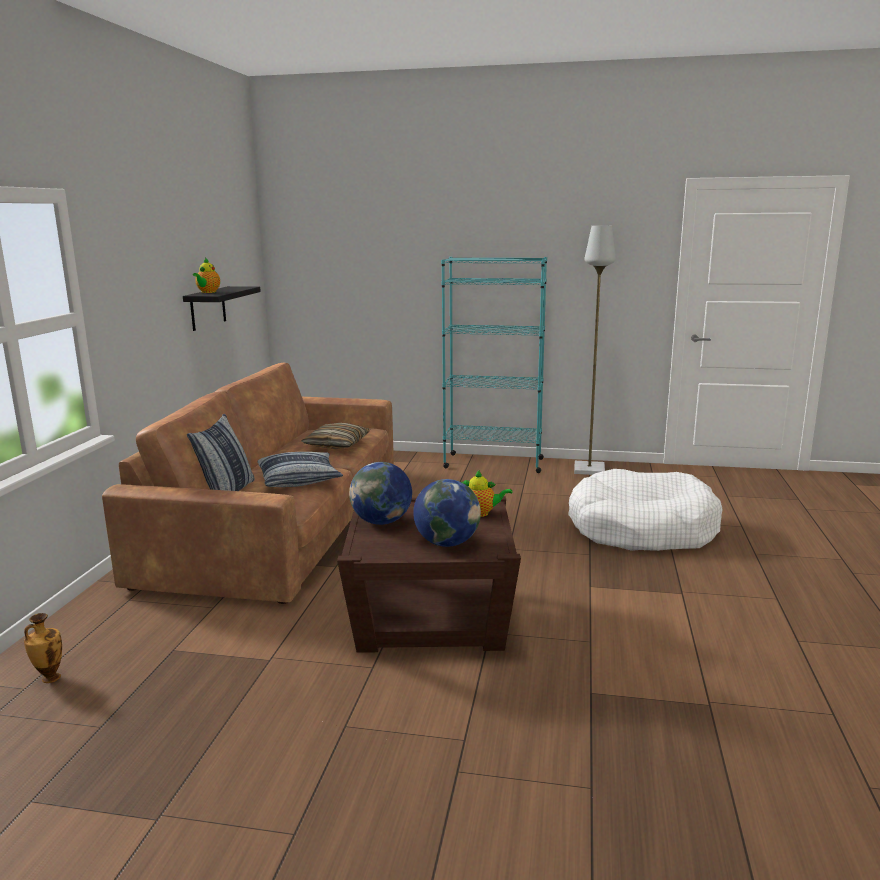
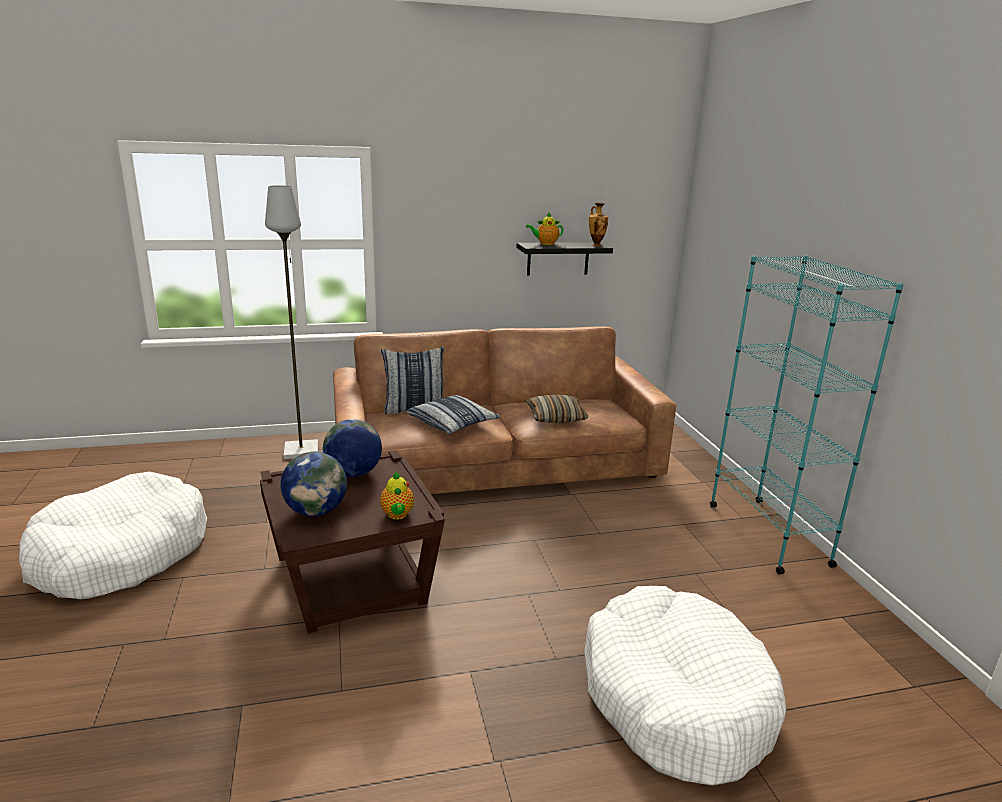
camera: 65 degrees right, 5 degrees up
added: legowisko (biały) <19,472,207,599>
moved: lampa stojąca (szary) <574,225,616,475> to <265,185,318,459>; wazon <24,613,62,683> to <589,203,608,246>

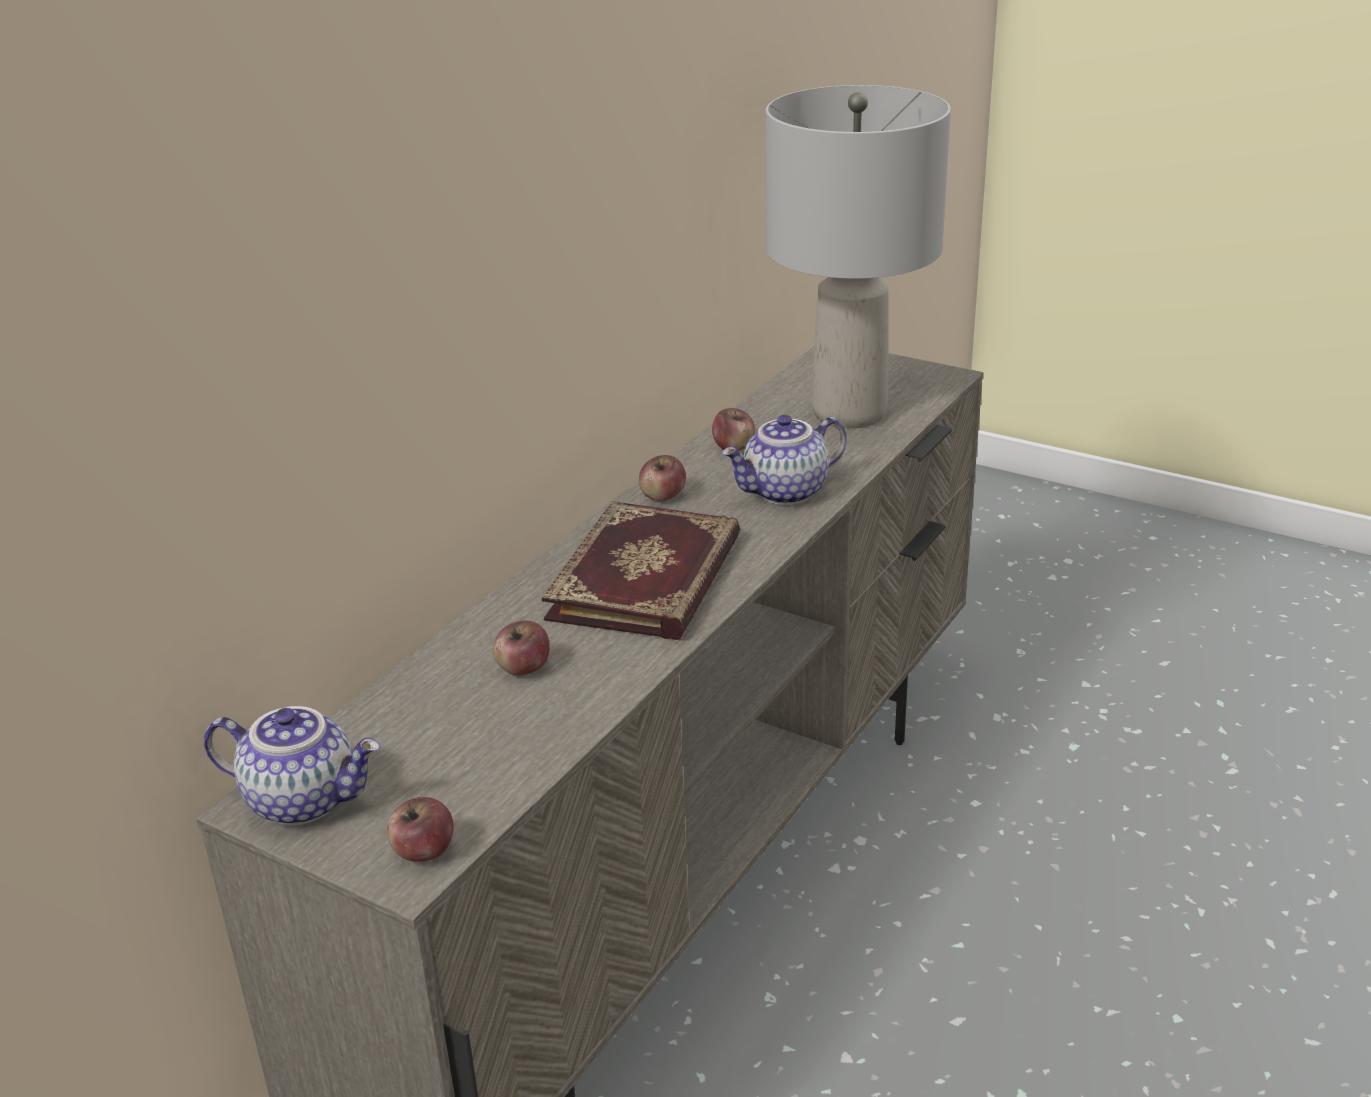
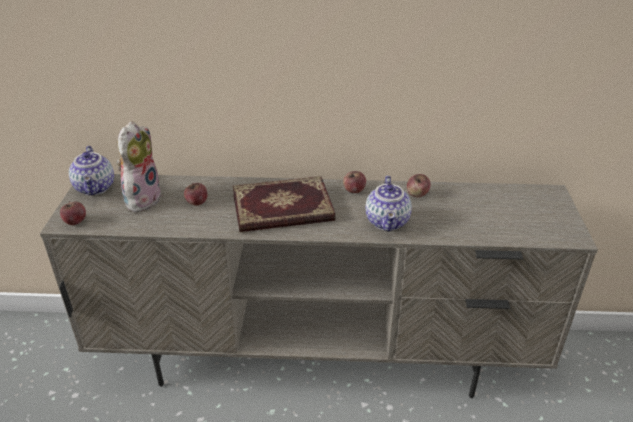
camera: 60 degrees right, 5 degrees up
removed: lampa stołowa (szary) <766,85,951,429>
added: pluszak <116,121,163,212>
turned: imbryk <722,415,847,505> = <366,176,412,232> 120 degrees counterclockwise

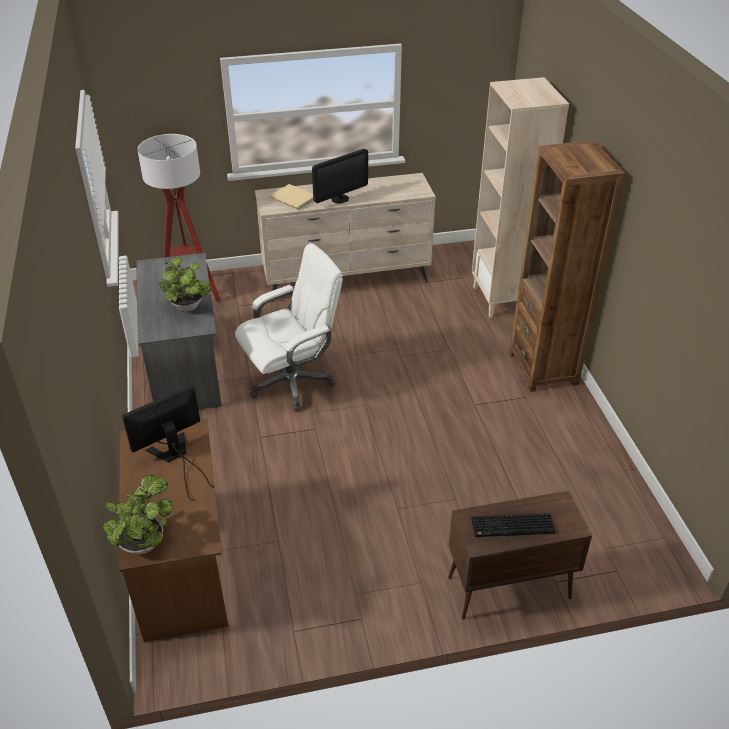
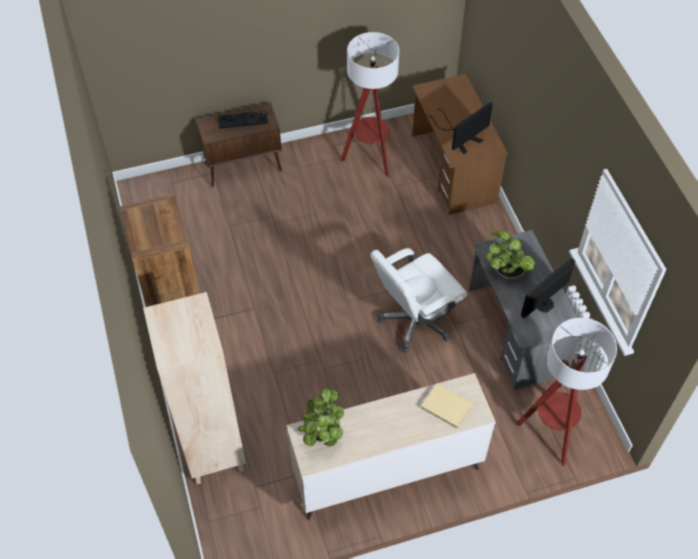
camera: 175 degrees right, 15 degrees up
added: lampa stojąca <341,32,399,177>
moved: monitor <312,149,368,204> to <521,258,575,318>; roślina doniczkowa <102,475,173,554> to <297,388,344,446>

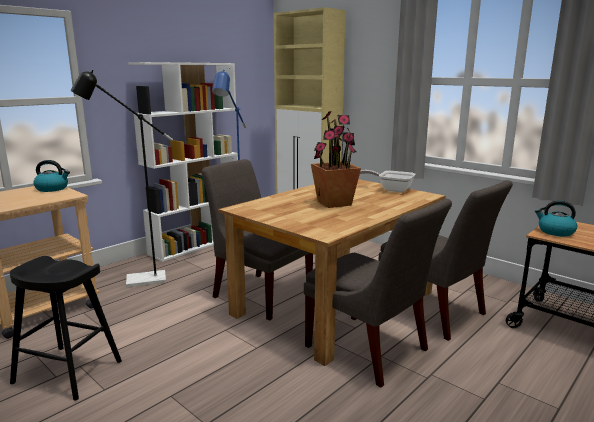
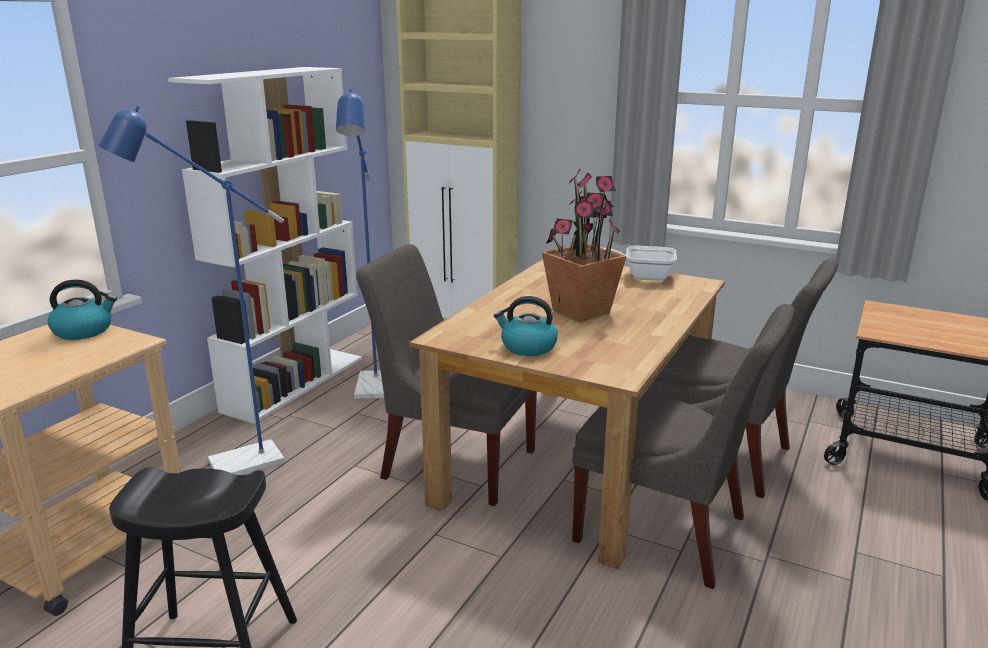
camera: 15 degrees left, 5 degrees up
moved: czajnik <535,201,577,236> to <494,296,558,356>
recoloured: lampa stojąca (czarny) <71,70,173,287> to lampa stojąca (niebieski) <99,106,285,475>

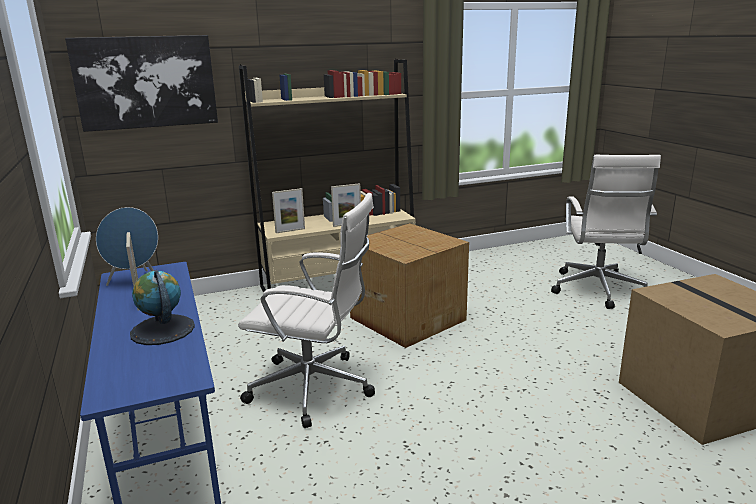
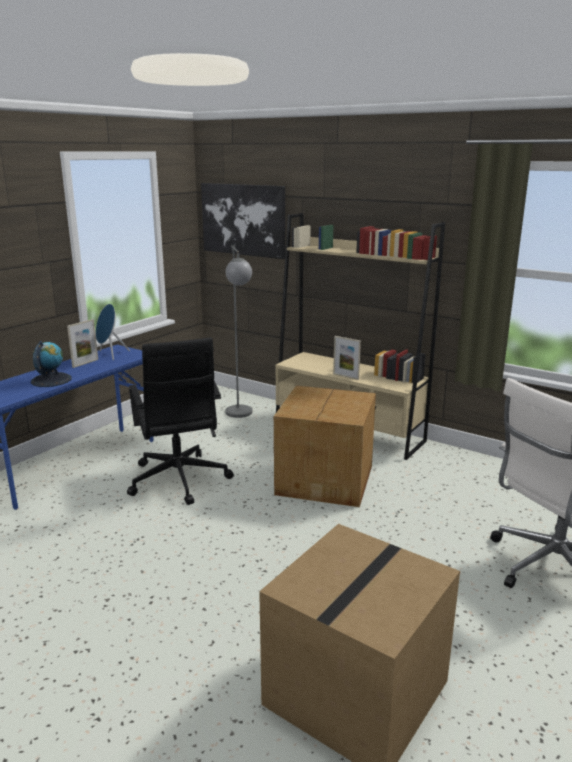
camera: 55 degrees right, 0 degrees up
removed: ramka na zdjęcie <272,188,305,233>
added: lampa stojąca (szary) <225,245,253,418>
recoloured: krzesło biurowe (biały) <238,193,375,428> to krzesło biurowe (czarny) <127,337,234,505>

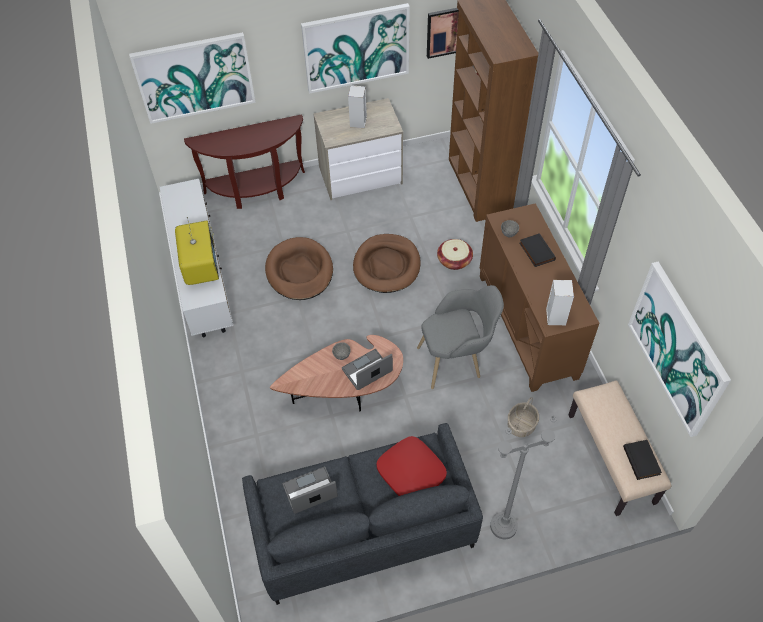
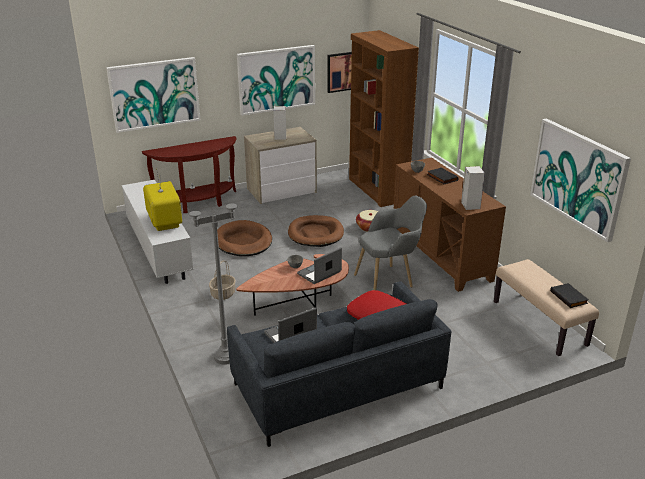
camera: 10 degrees left, 25 degrees down
moved: koszyk <508,397,539,437> to <209,260,236,300>; lampa stojąca (szary) <490,416,556,540> to <189,176,237,365>

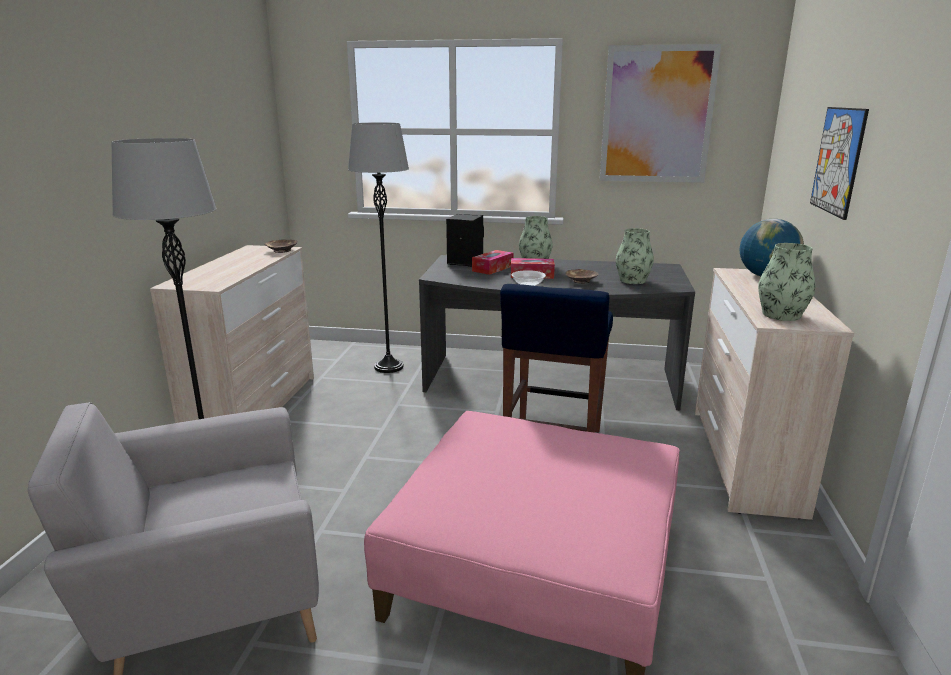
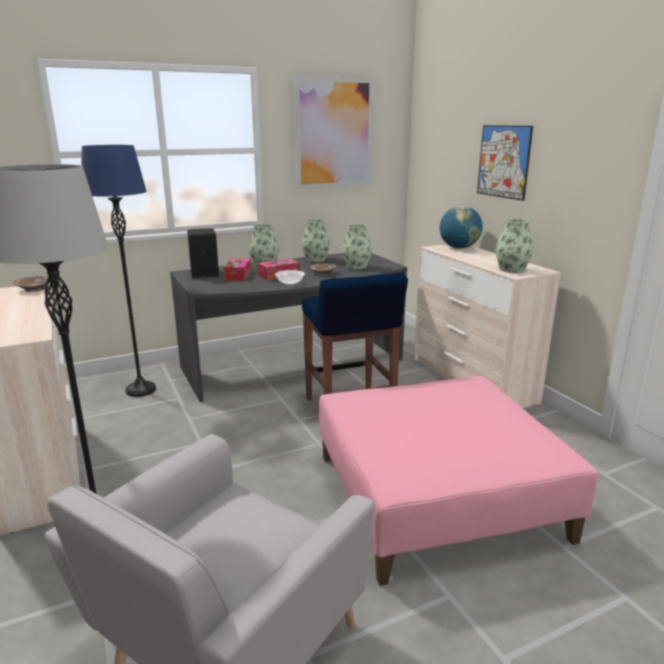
camera: 35 degrees left, 0 degrees up
added: wazon <302,219,330,262>
recoloured: lampa stojąca (szary) <348,123,409,373> to lampa stojąca (niebieski) <82,145,156,397>

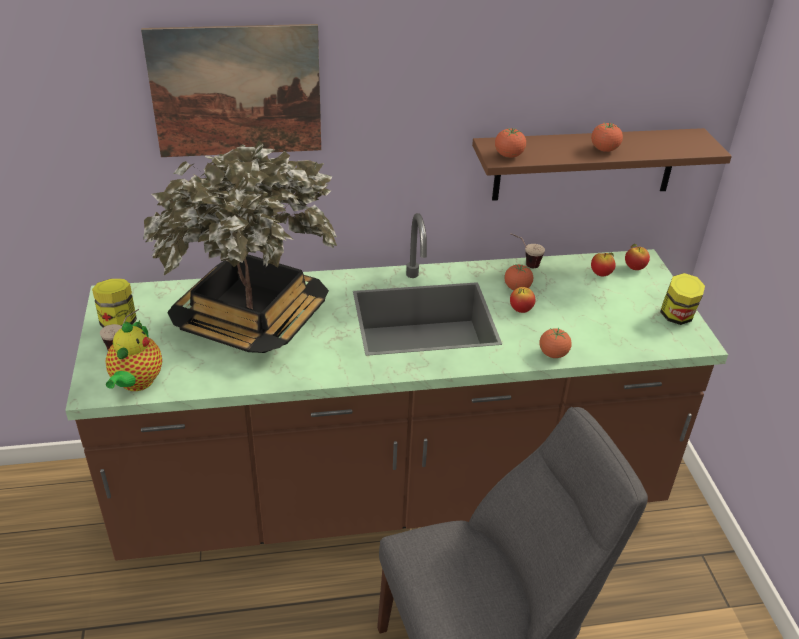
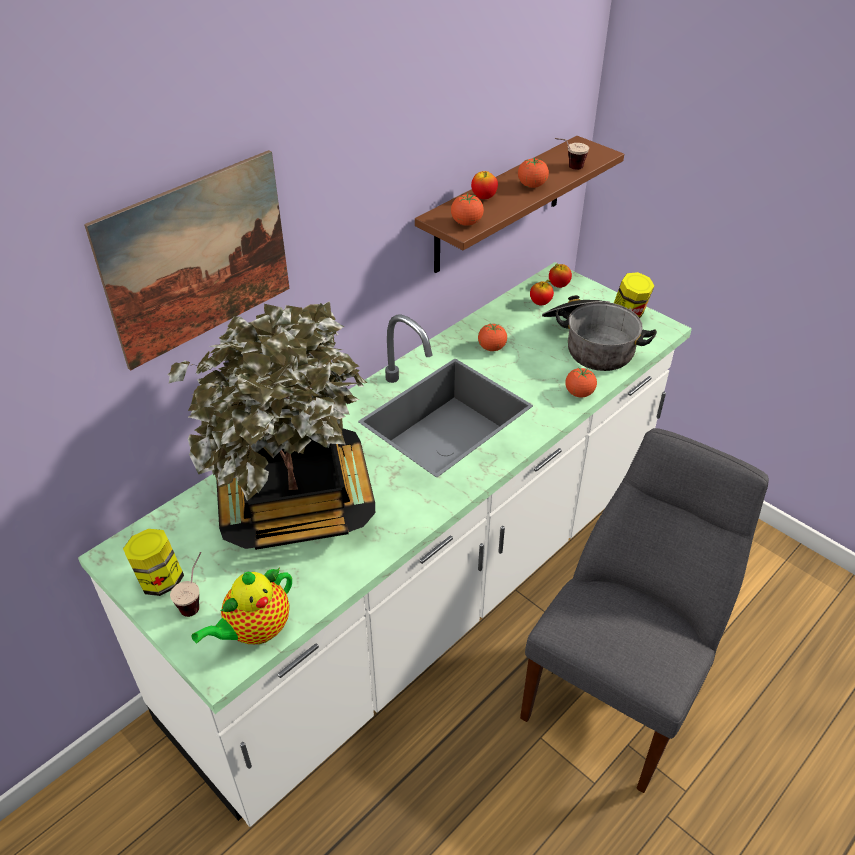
camera: 35 degrees left, 5 degrees up
added: garnek <542,295,657,371>
moved: filiżanka <511,233,545,268> to <555,138,589,170>; jabłko <510,287,535,313> to <471,171,498,199>
recoloured: zabudowa kuchenna (brązowy) <65,213,728,561> to zabudowa kuchenna (biały) <78,262,692,827>
turned: imbryk <106,320,162,391> = <191,567,292,644> 75 degrees clockwise

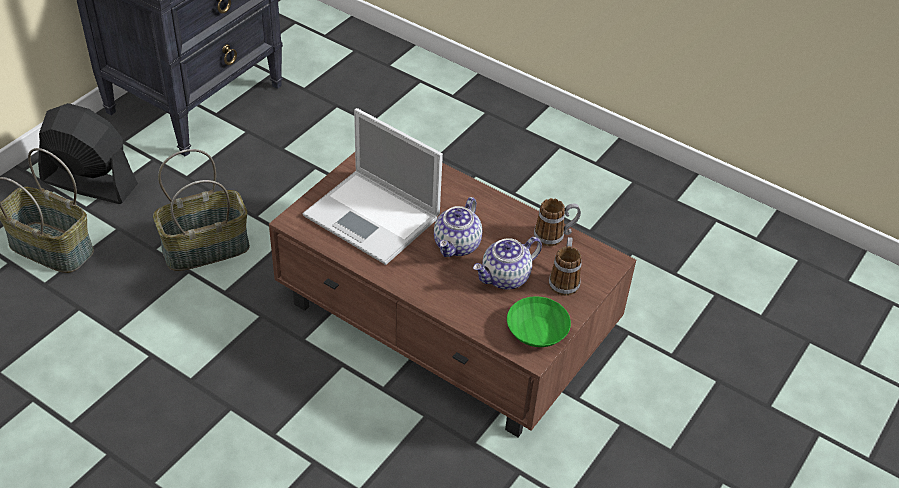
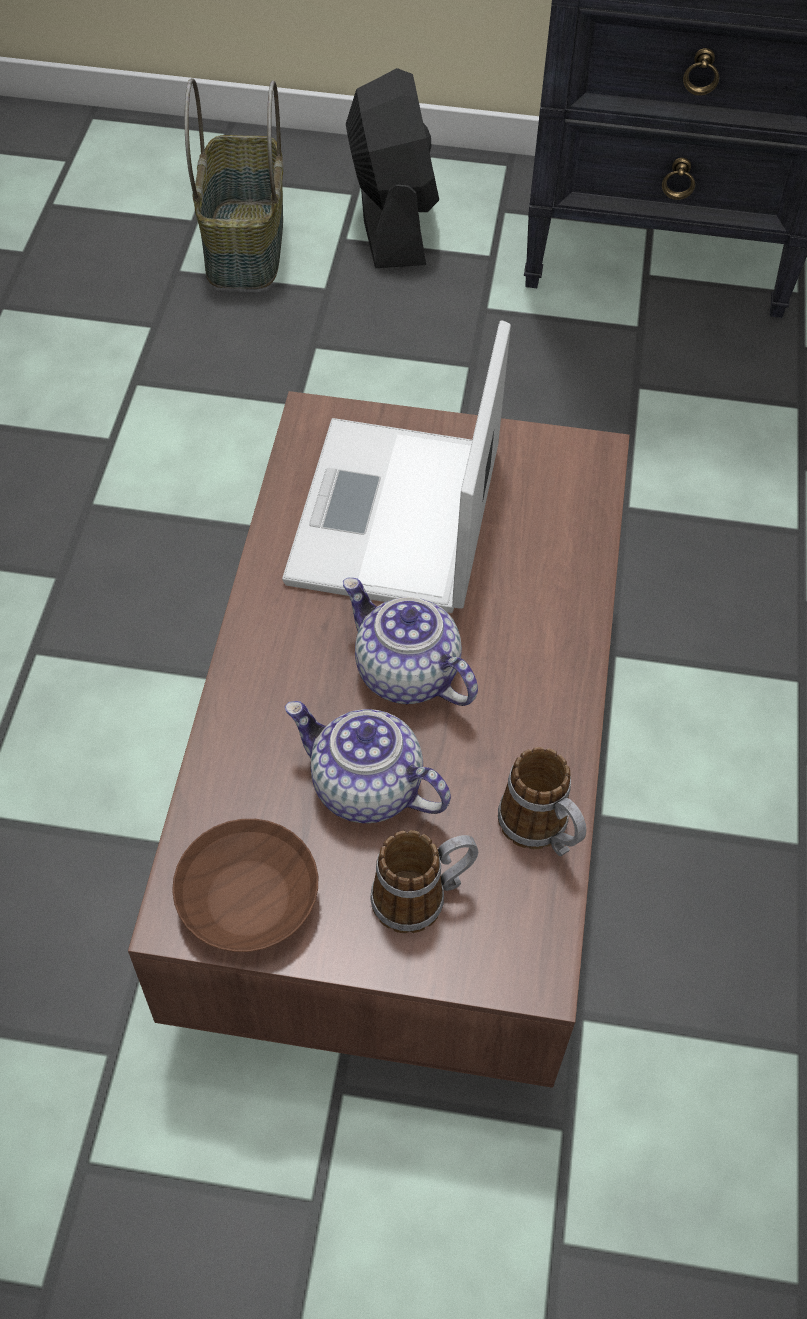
camera: 65 degrees right, 10 degrees up
removed: koszyk <153,149,250,271>
recoloured: miska (zielony) <507,296,571,347> to miska (brązowy) <172,819,318,952>
turned: imbryk <434,197,482,257> = <343,578,478,706> 45 degrees clockwise

